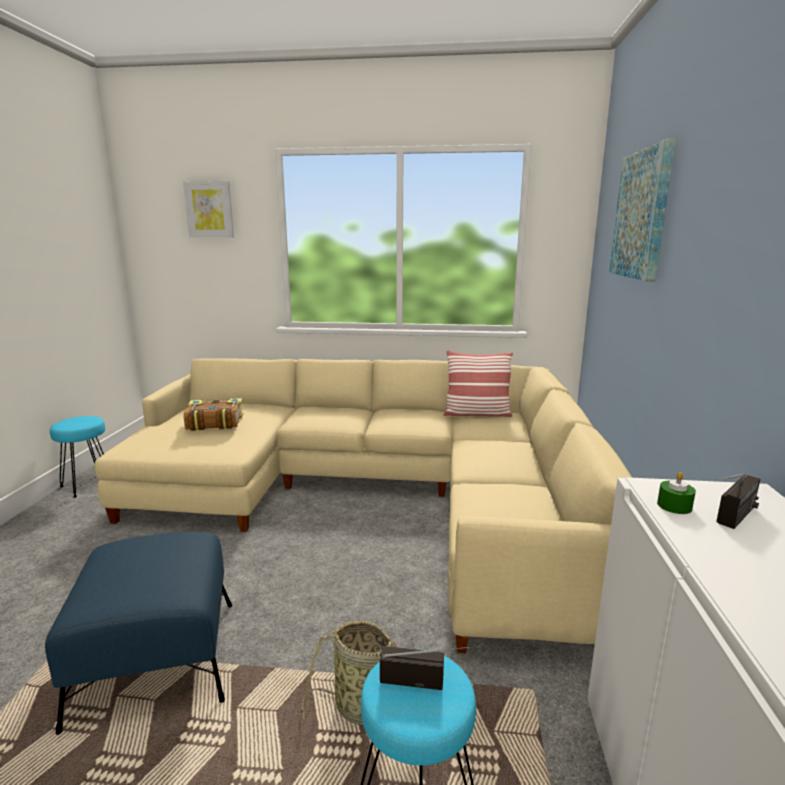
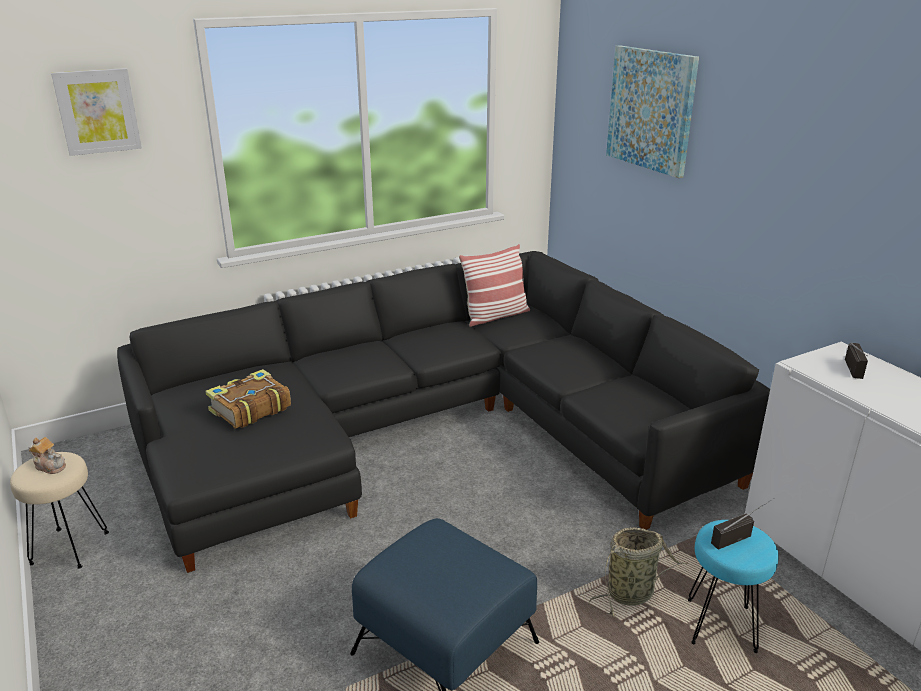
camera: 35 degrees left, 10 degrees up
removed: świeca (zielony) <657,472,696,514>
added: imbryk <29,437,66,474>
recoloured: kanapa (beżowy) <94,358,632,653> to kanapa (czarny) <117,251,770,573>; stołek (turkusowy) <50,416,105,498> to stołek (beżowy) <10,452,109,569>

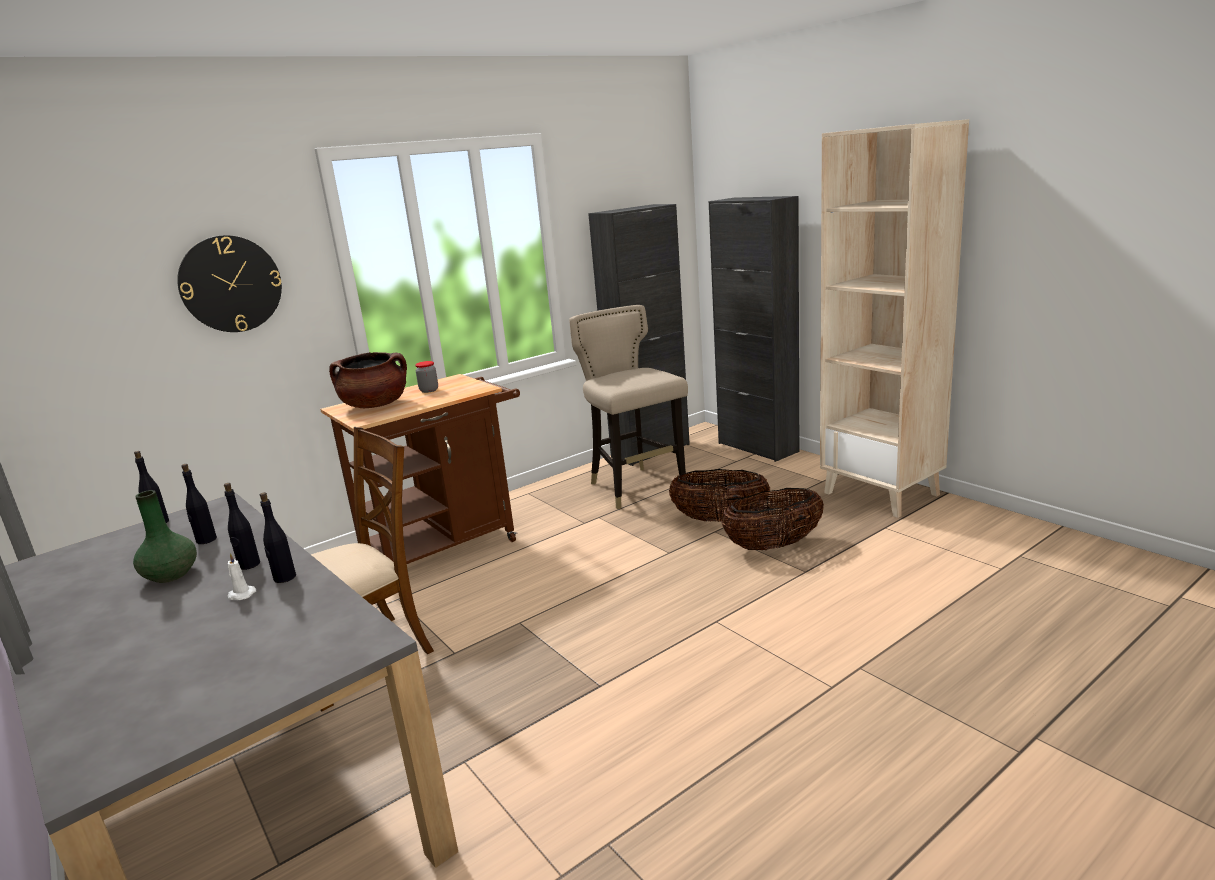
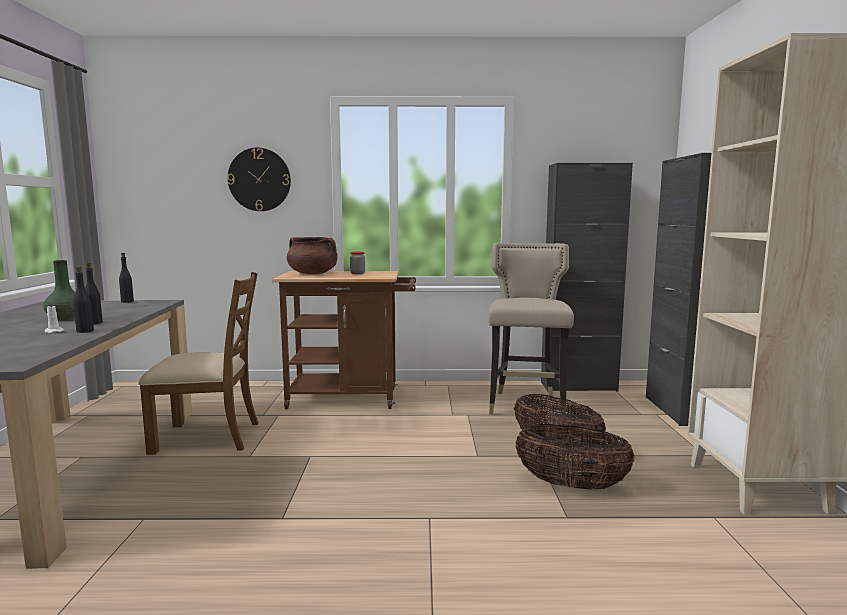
camera: 35 degrees right, 10 degrees down
removed: butelka (czarny) <181,464,217,544>

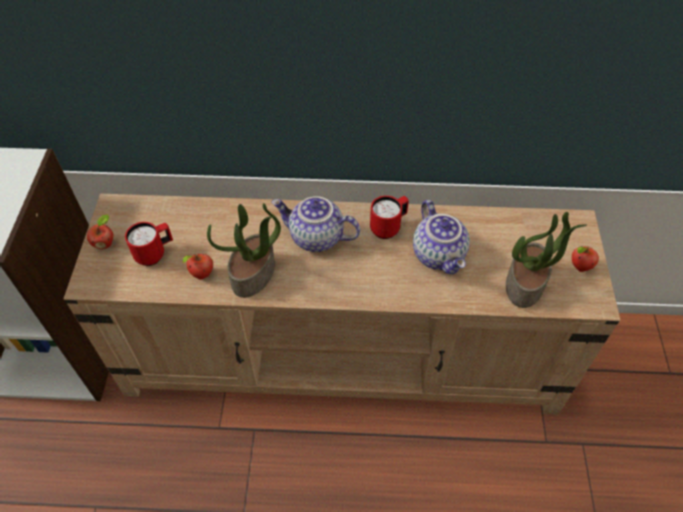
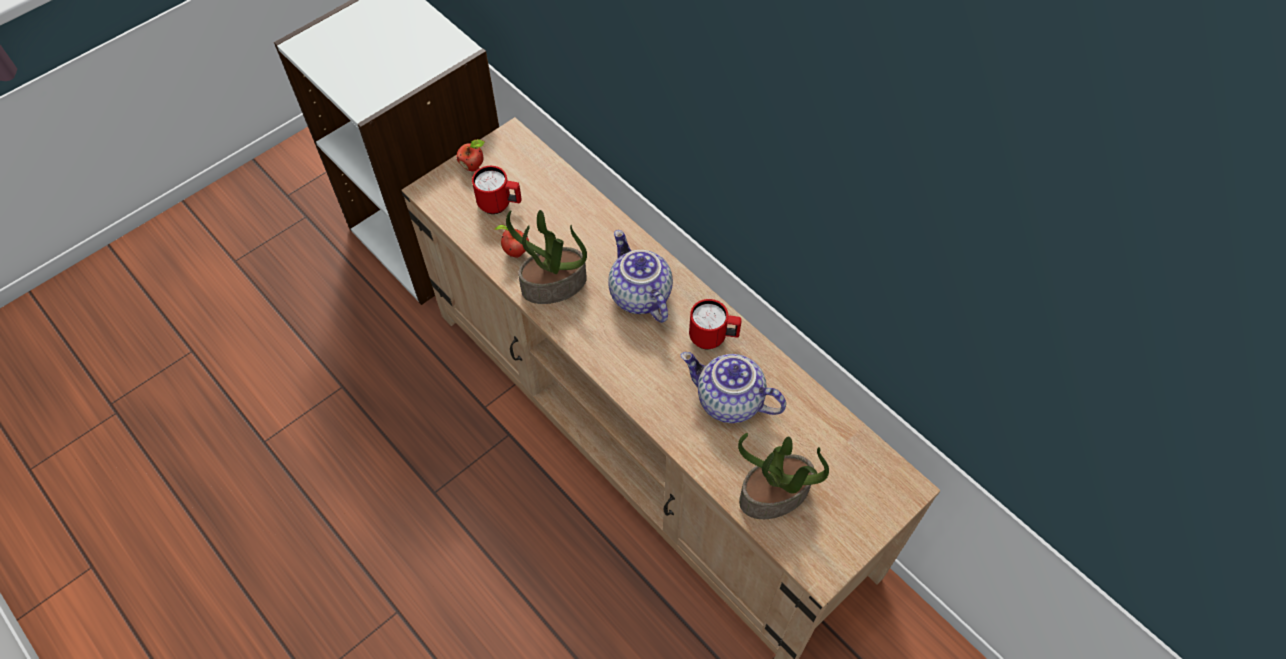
camera: 45 degrees right, 5 degrees up
removed: jabłko <572,246,599,272>
turned: imbryk <413,200,470,275> = <681,352,786,423> 90 degrees clockwise

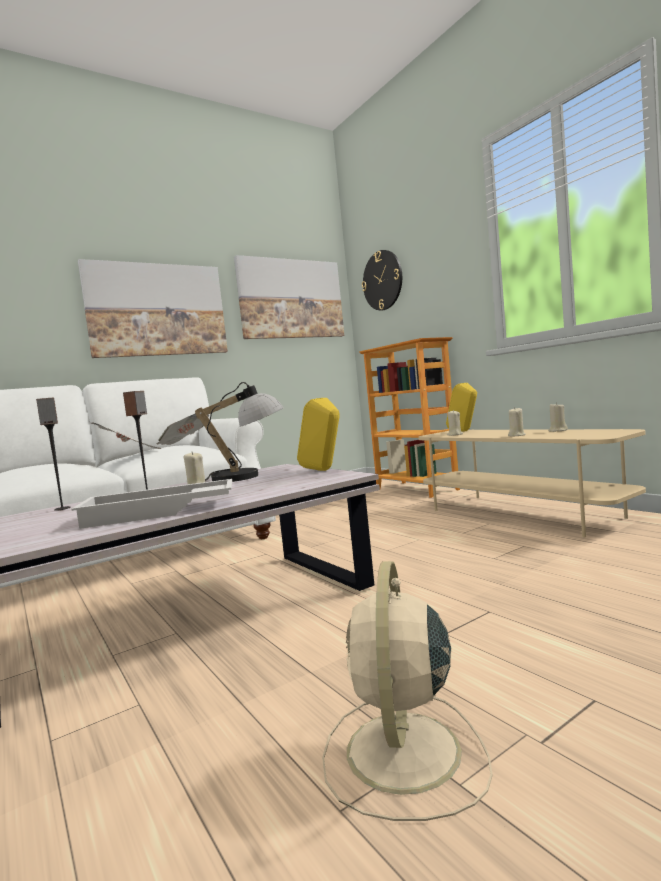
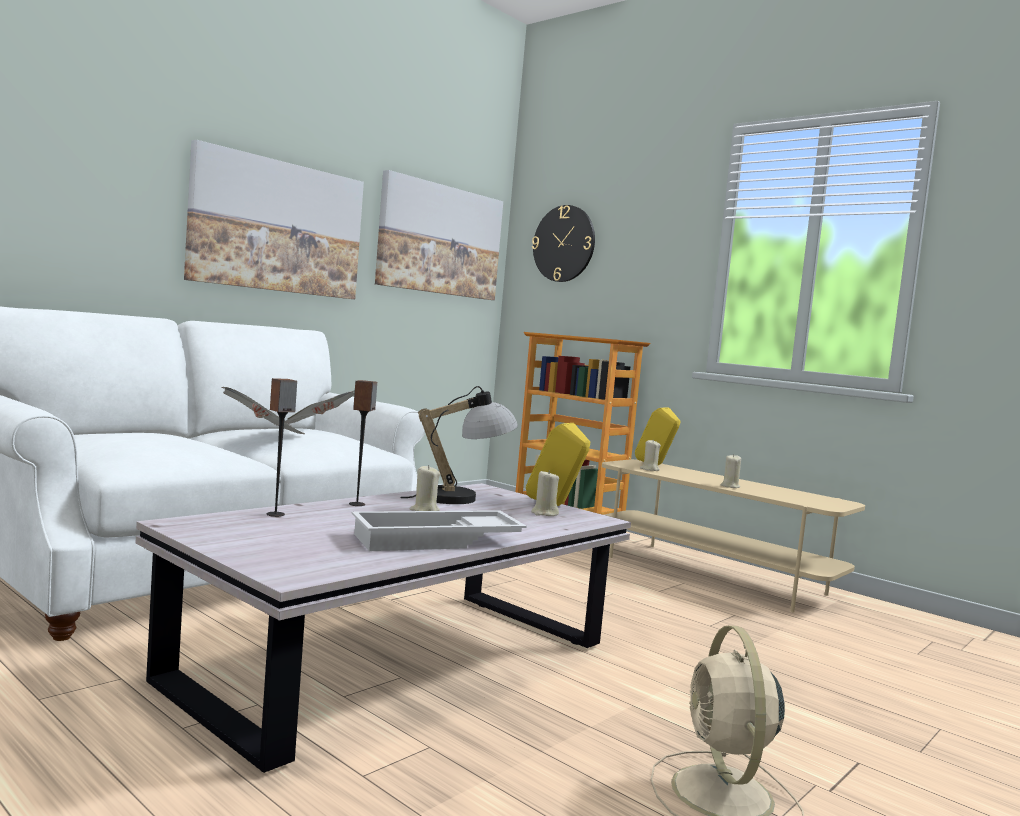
camera: 15 degrees left, 0 degrees up
moved: świeca (beżowy) <549,402,568,432> to <531,471,559,516>

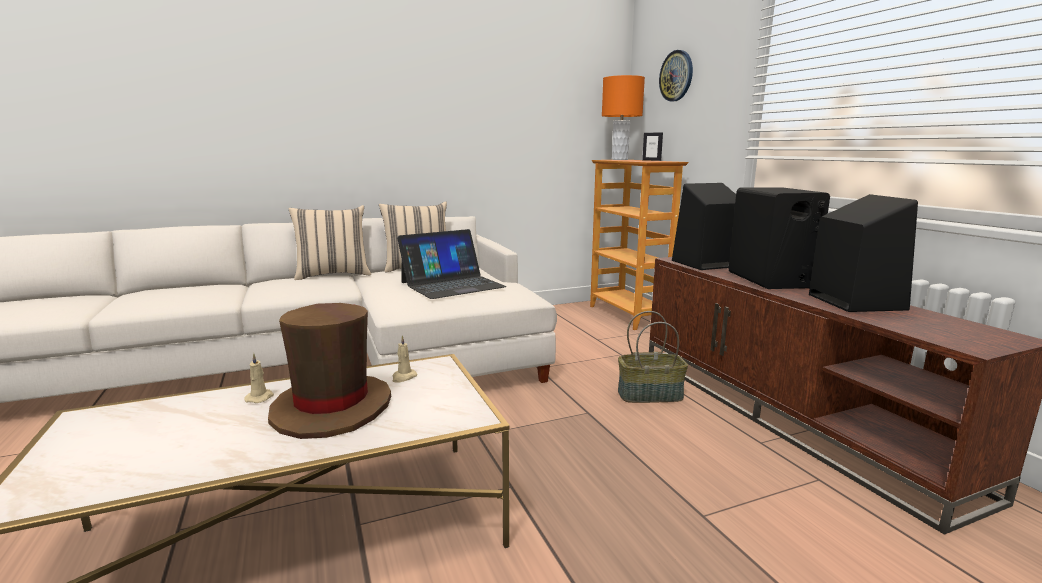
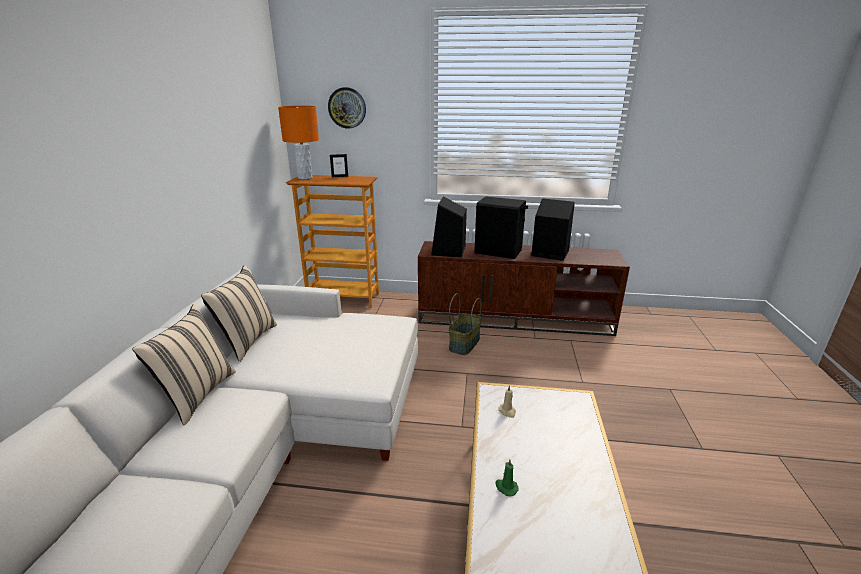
camera: 60 degrees left, 10 degrees up
removed: laptop <397,229,506,299>; kapelusz (brązowy) <268,303,391,439>
recoloured: świeca (beżowy) <244,353,274,403> to świeca (zielony) <496,459,518,496>

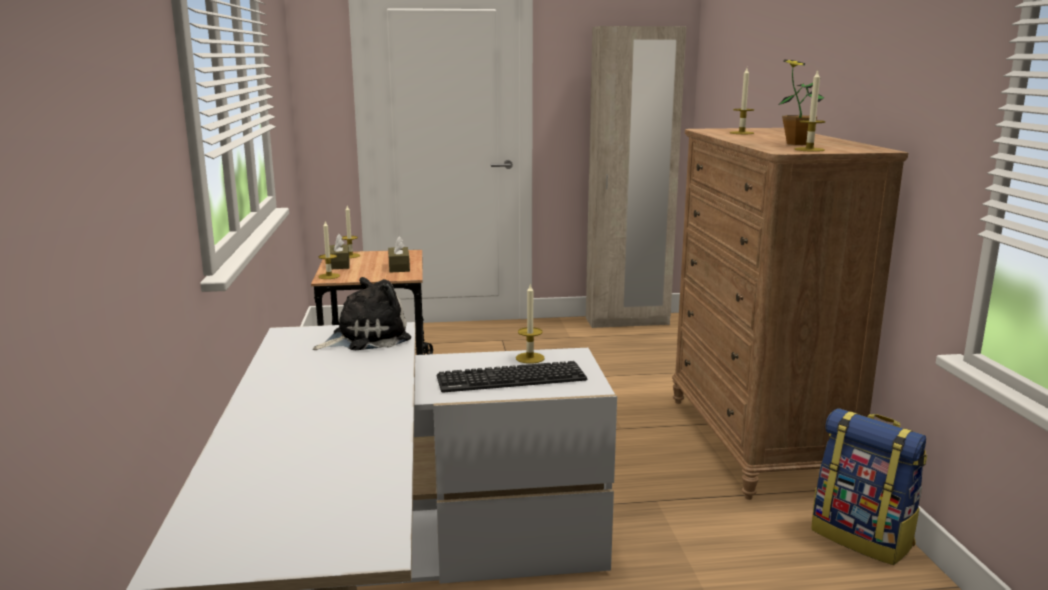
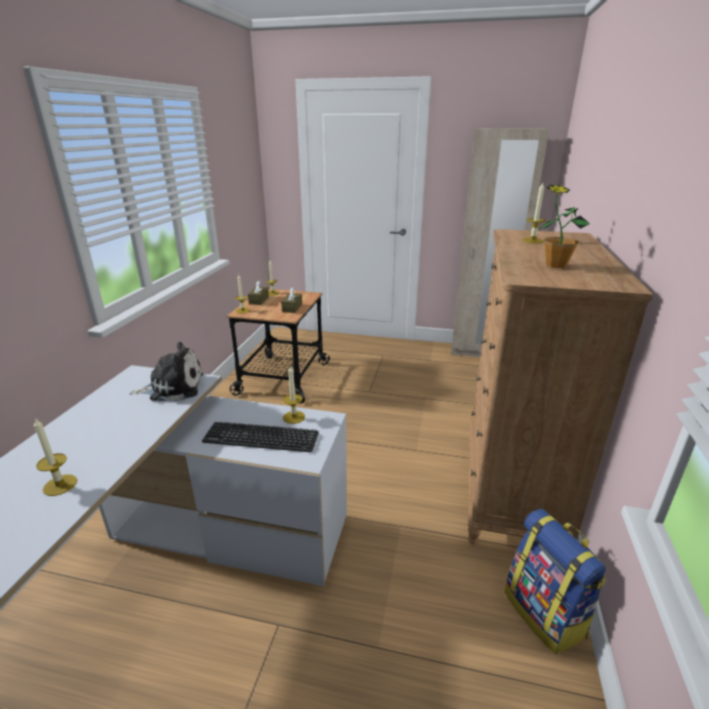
camera: 20 degrees right, 10 degrees up
moved: świeca <795,69,826,152> to <34,418,77,496>

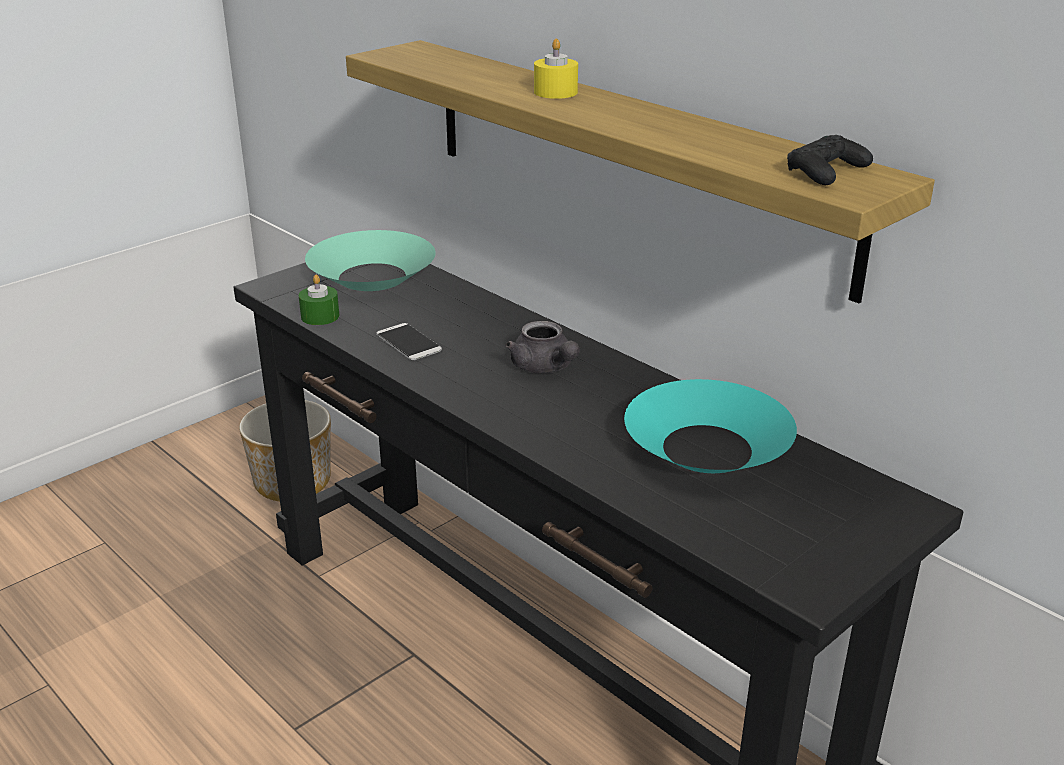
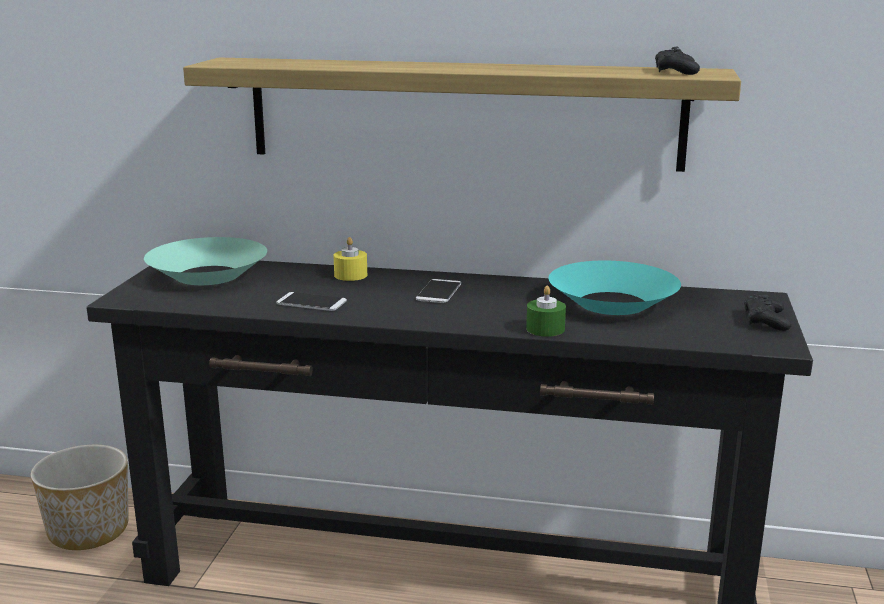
camera: 35 degrees left, 10 degrees down
added: pad do gier (czarny) <744,294,792,331>
moved: świeca (żółty) <534,39,578,99> to <334,237,367,281>; świeca (zielony) <299,275,339,325> to <526,286,566,337>
replaced: imbryk (szary) <506,321,580,373> to telefon <416,279,461,303>

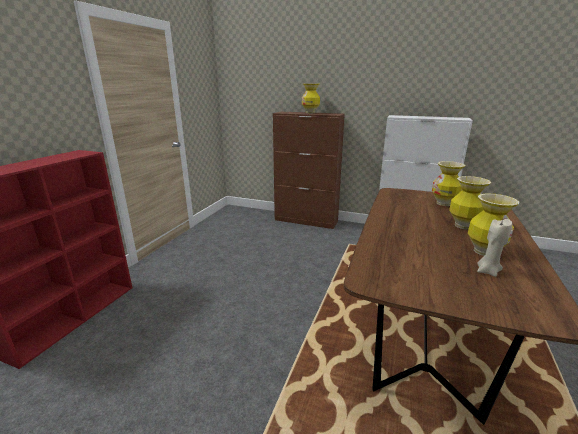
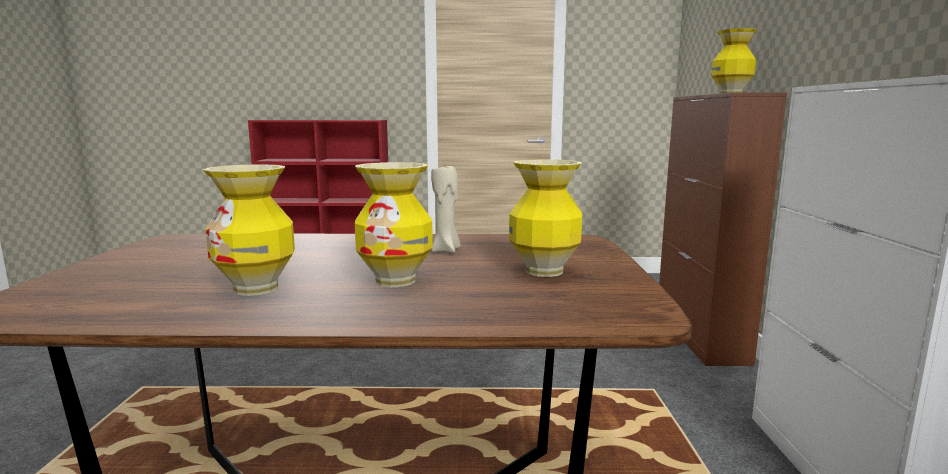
camera: 70 degrees right, 10 degrees down
moved: świeca (beżowy) <477,219,512,277> to <431,164,461,253>

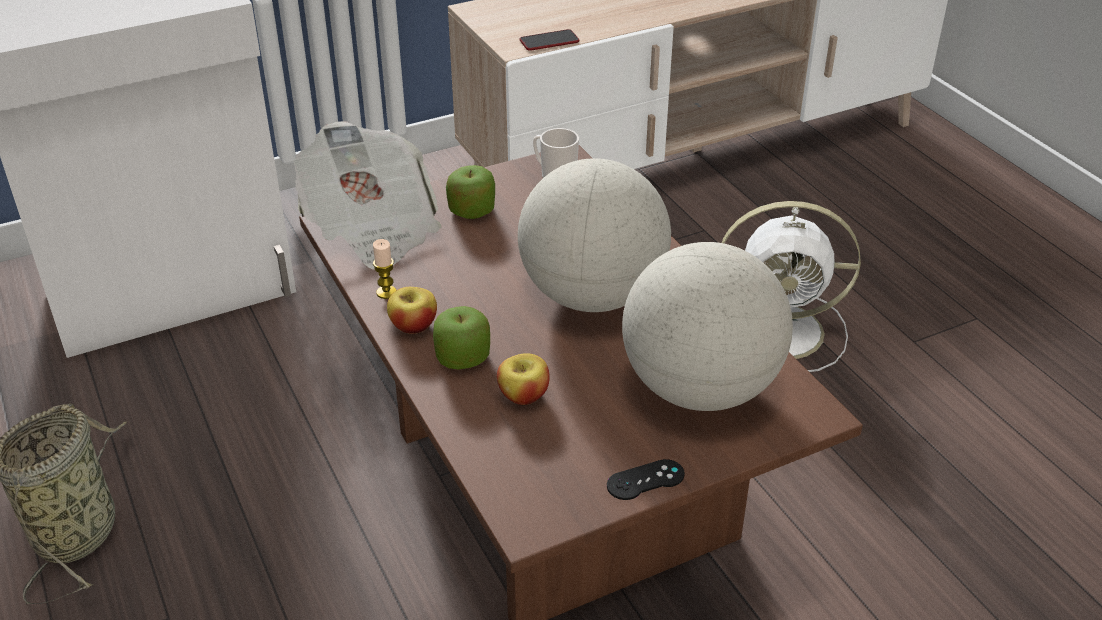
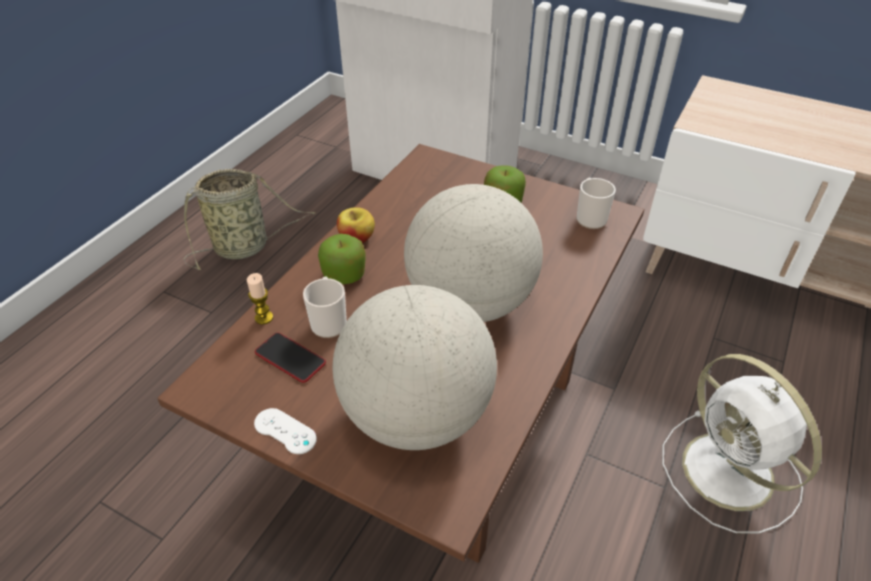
camera: 55 degrees right, 5 degrees up
removed: gazeta <294,121,441,270>
moved: telefon <519,29,579,51> to <255,333,326,383>; świeca <373,239,396,299> to <247,273,273,325>
replaced: jabłko <497,353,550,405> to kubek <303,277,347,338>
recoloured: pad do gier (czarny) <607,459,685,500> to pad do gier (biały) <254,408,317,454>

